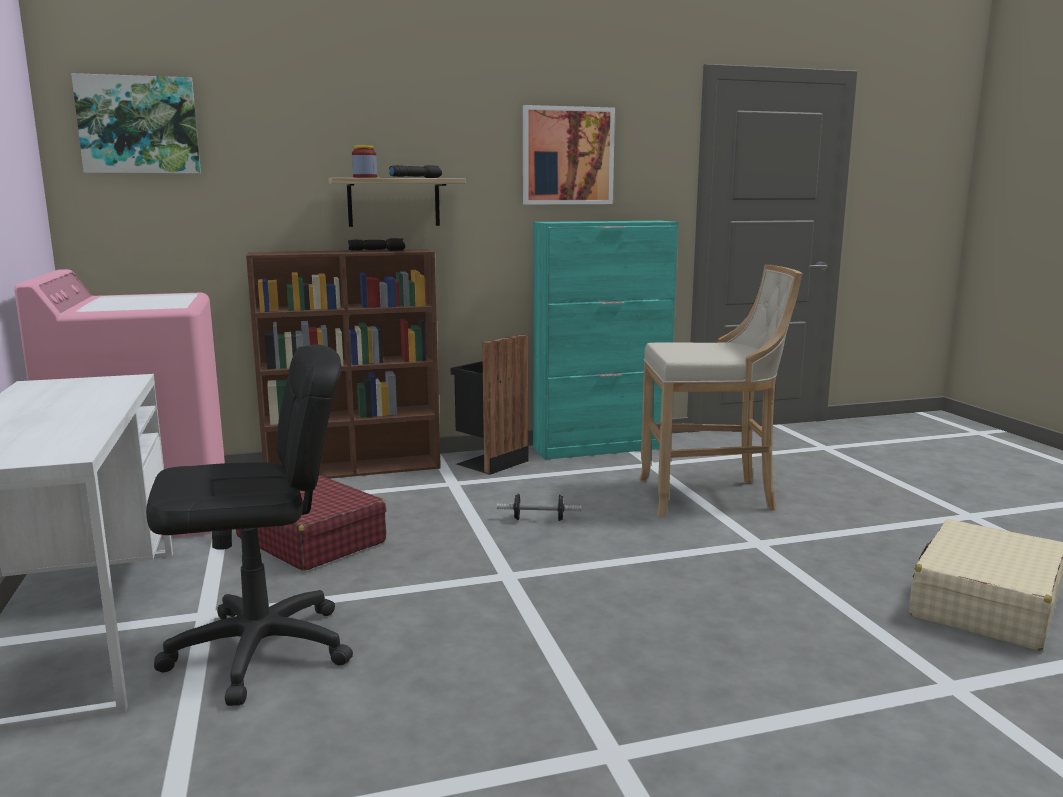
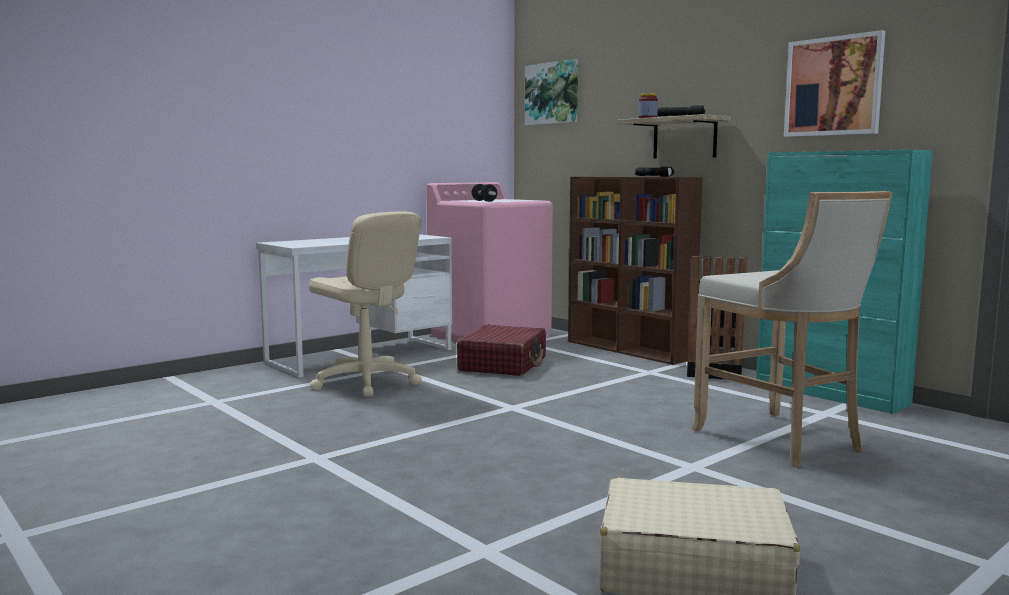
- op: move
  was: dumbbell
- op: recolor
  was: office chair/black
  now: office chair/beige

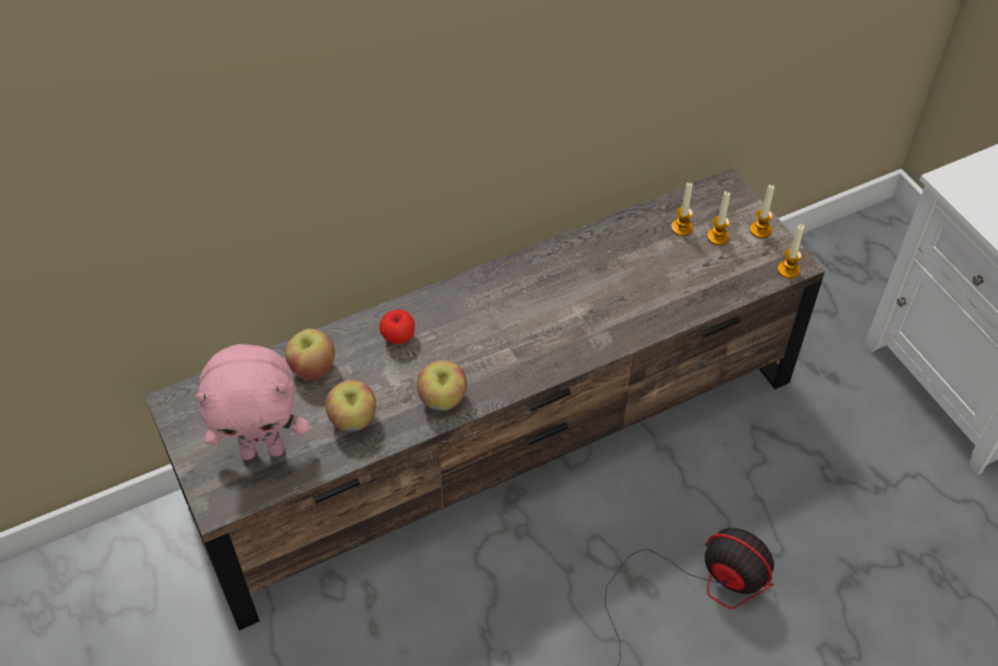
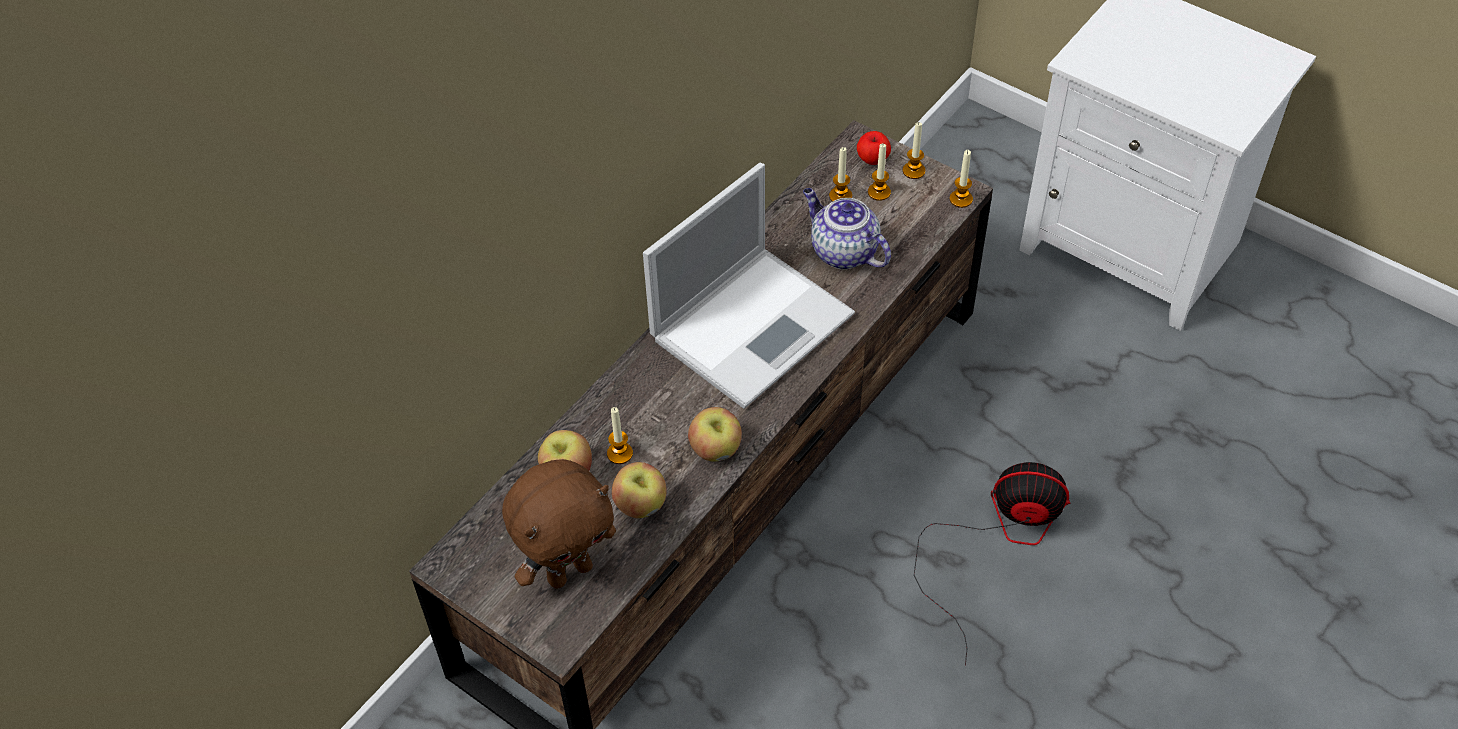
- op: insert
  now: candle (1st from left)
- op: insert
  now: laptop
- op: insert
  now: teapot
- op: move
  was: apple (3rd from left in the first image)
  now: apple (4th from left)
- op: recolor
  was: plush toy/pink
  now: plush toy/brown

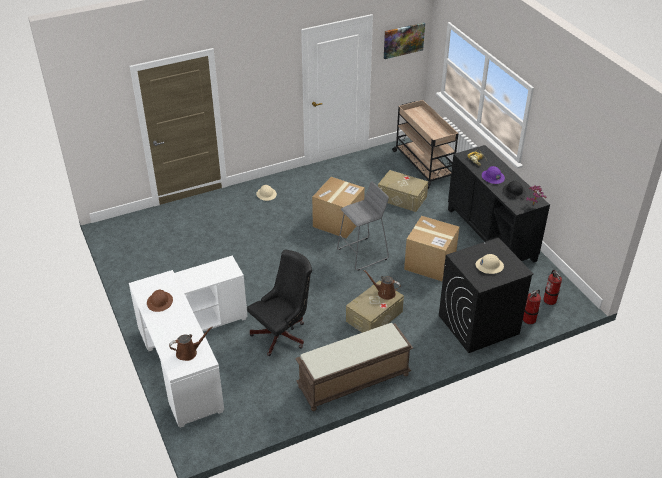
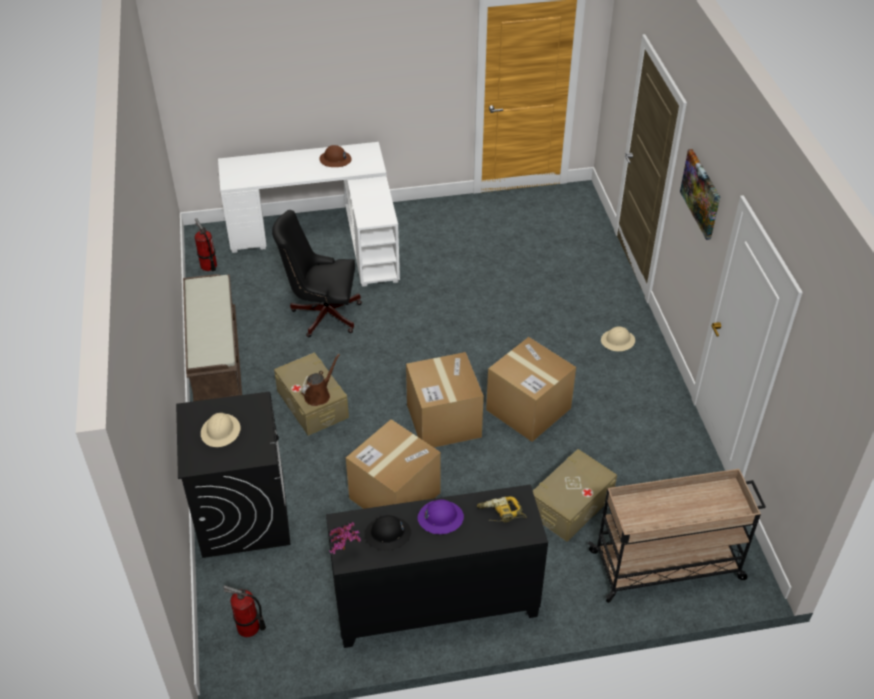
- op: delete
  was: watering can/brown (1st from left)
- op: move
  was: picture
- op: move
  was: fire extinguisher (1st from left)
- op: replace
  was: stool/grey
  now: cardboard box (2nd from left)
- op: rotate
  was: office chair/black
  clockwise: 120

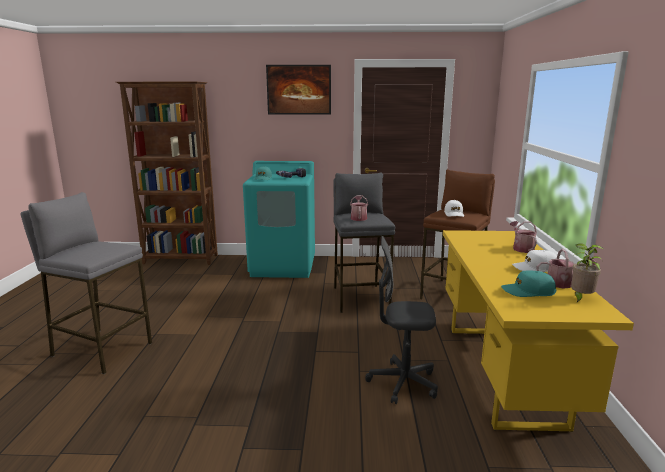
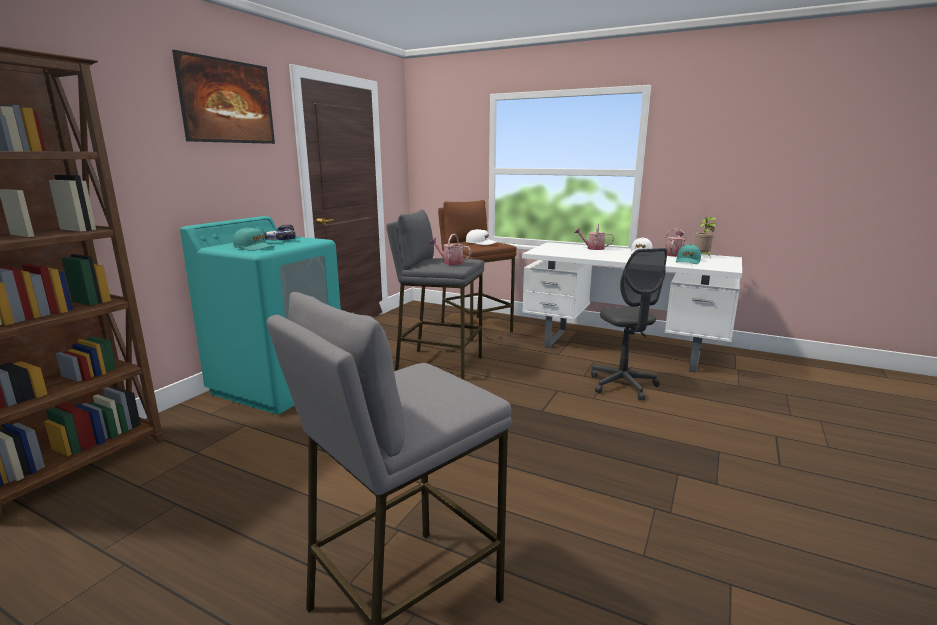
- op: recolor
  was: desk/yellow
  now: desk/white
- op: rotate
  was: office chair/grey
  clockwise: -45

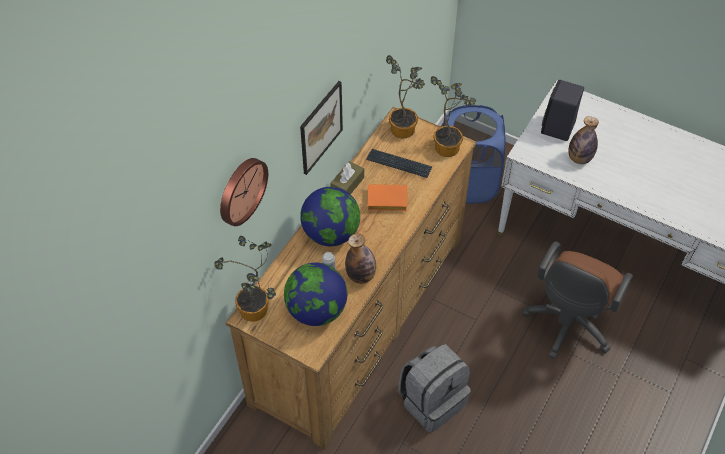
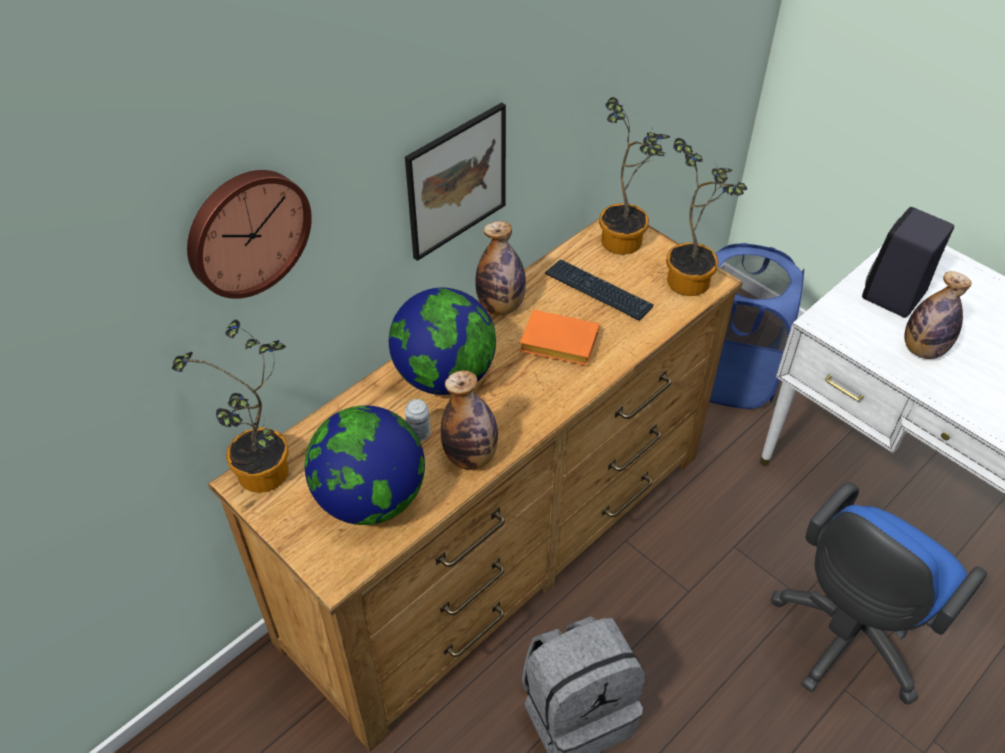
- op: replace
  was: tissue box/brown
  now: bottle (2nd from left)
- op: recolor
  was: office chair/brown
  now: office chair/blue

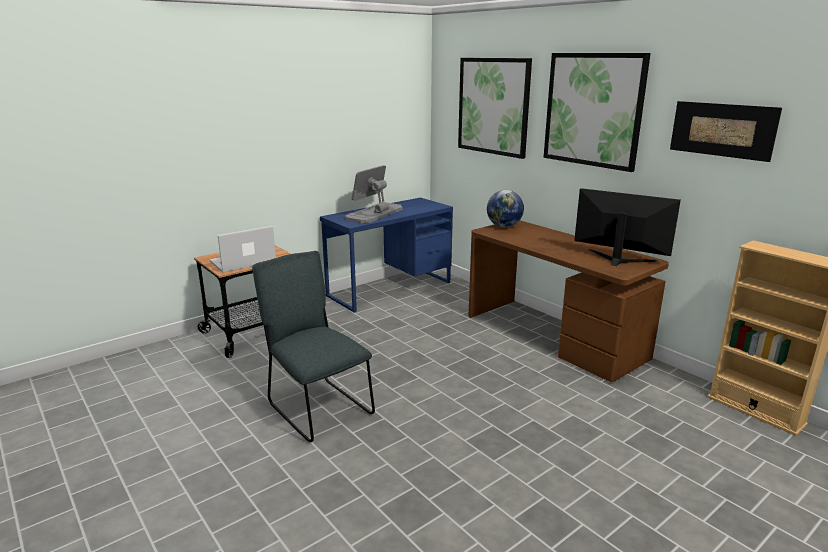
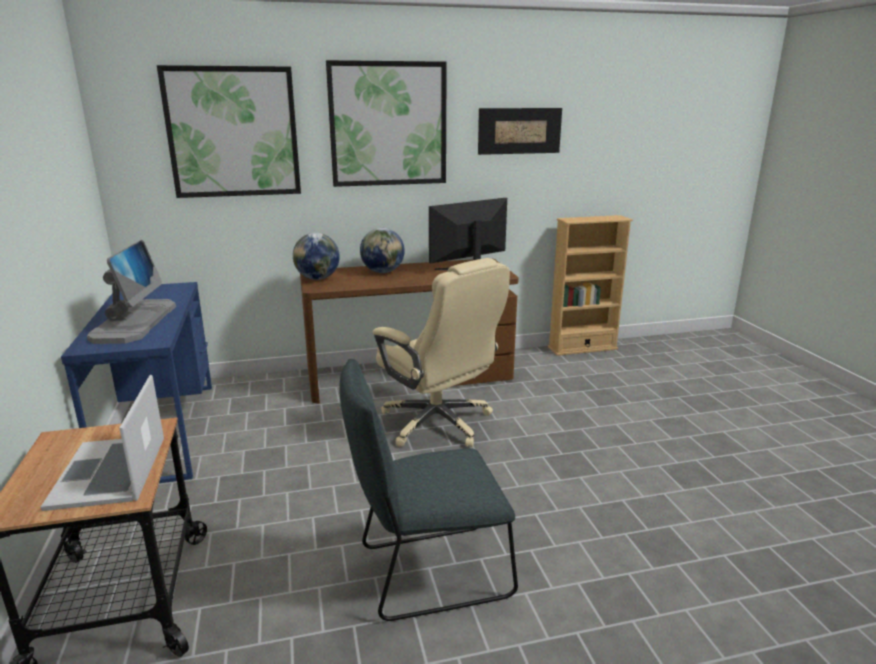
- op: insert
  now: globe (2nd from left)
- op: insert
  now: office chair/beige
- op: rotate
  was: monitor (1st from left)
  clockwise: -150

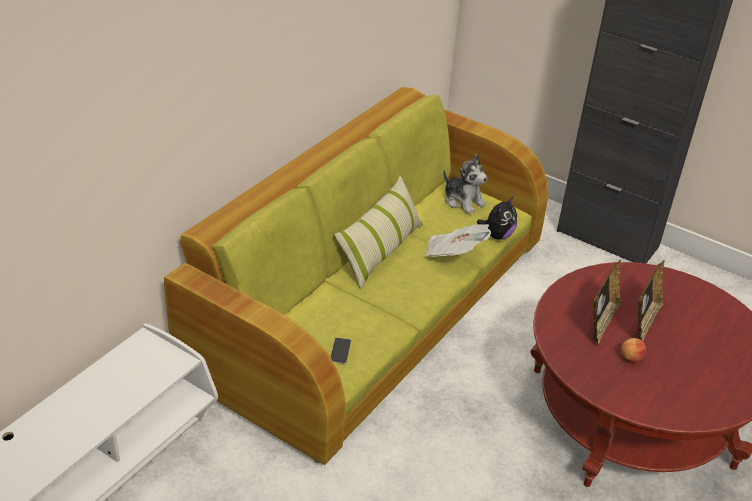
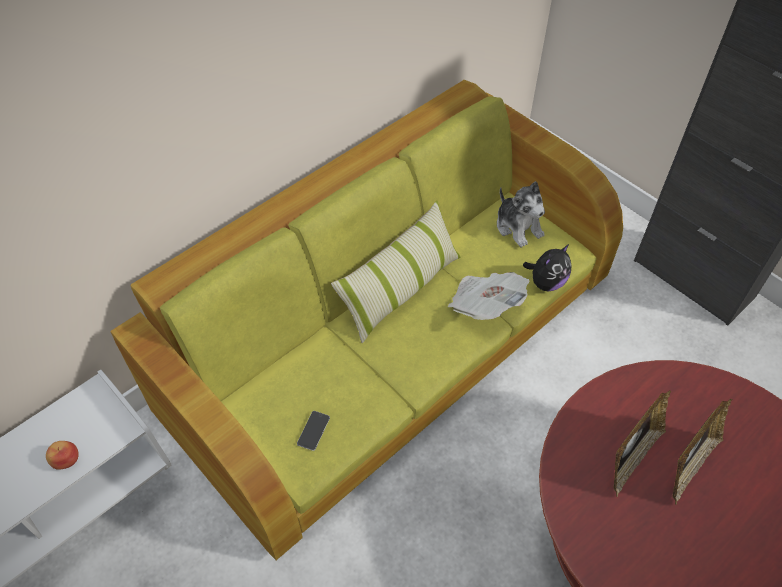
- op: move
  was: apple

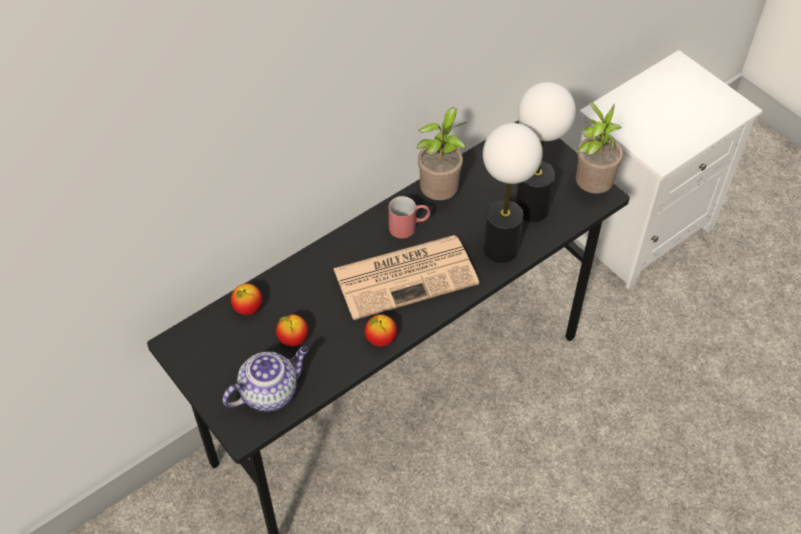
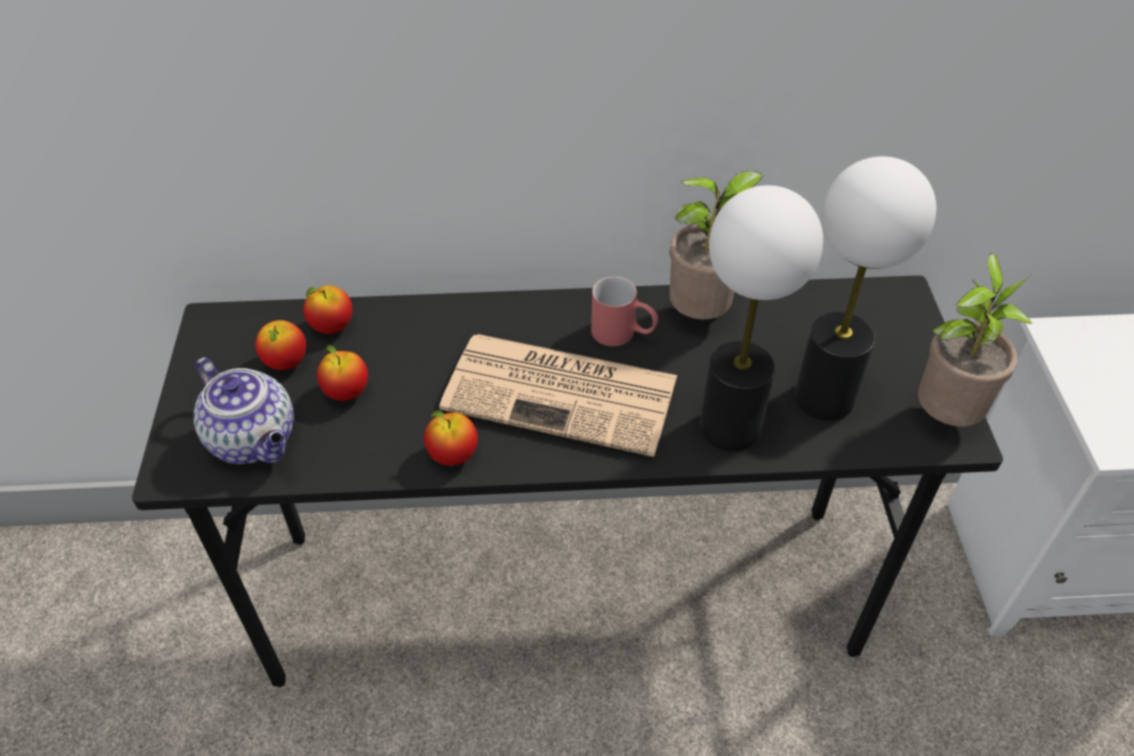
- op: insert
  now: apple (1st from left)
- op: rotate
  was: teapot
  clockwise: 45

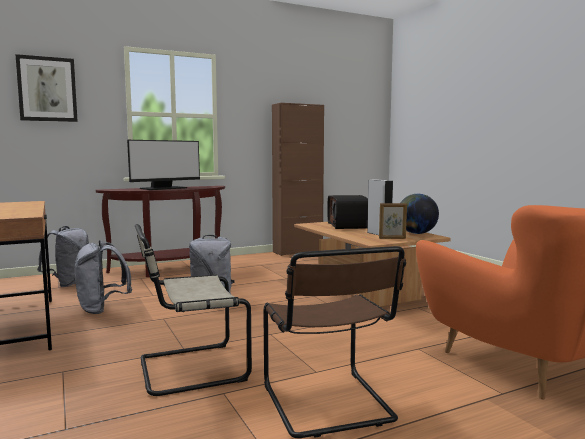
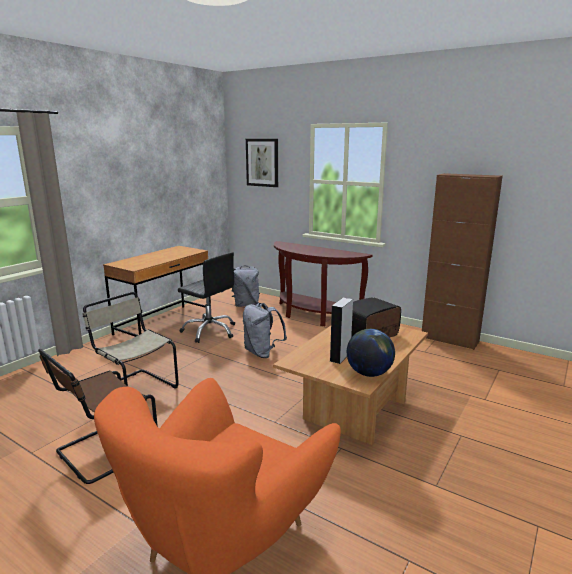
- op: delete
  was: monitor
- op: delete
  was: picture frame
- op: replace
  was: backpack/grey (2nd from left)
  now: office chair/black

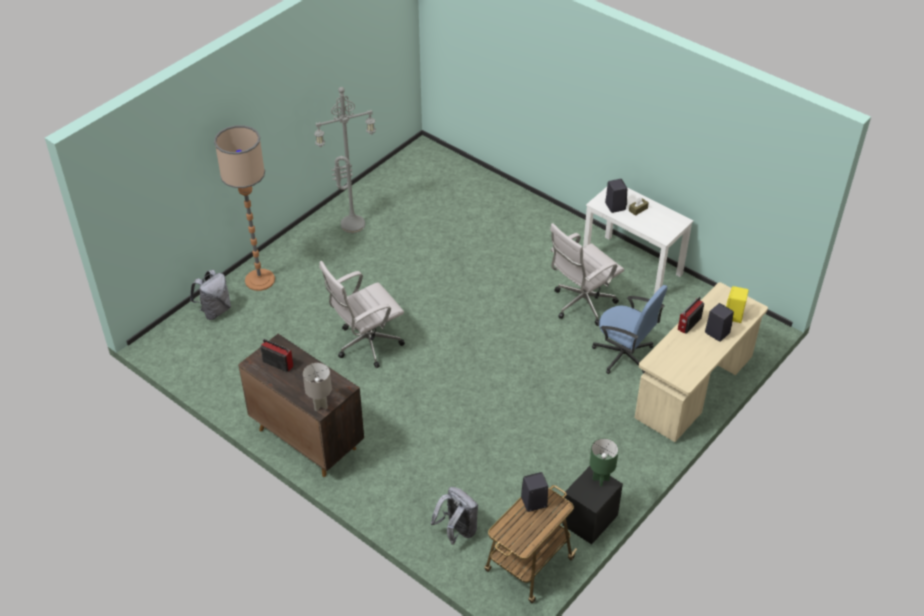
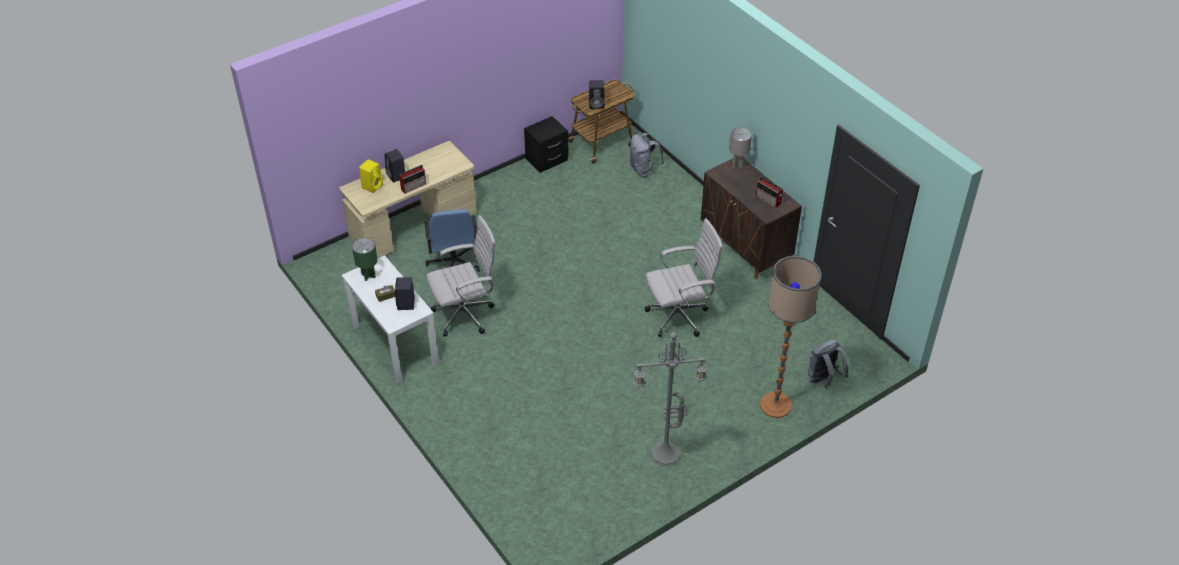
- op: move
  was: table lamp/green
- op: rotate
  was: office chair/blue
  clockwise: -150

